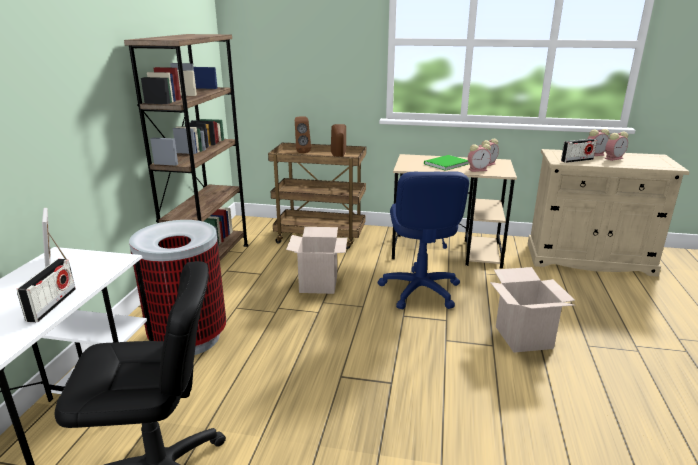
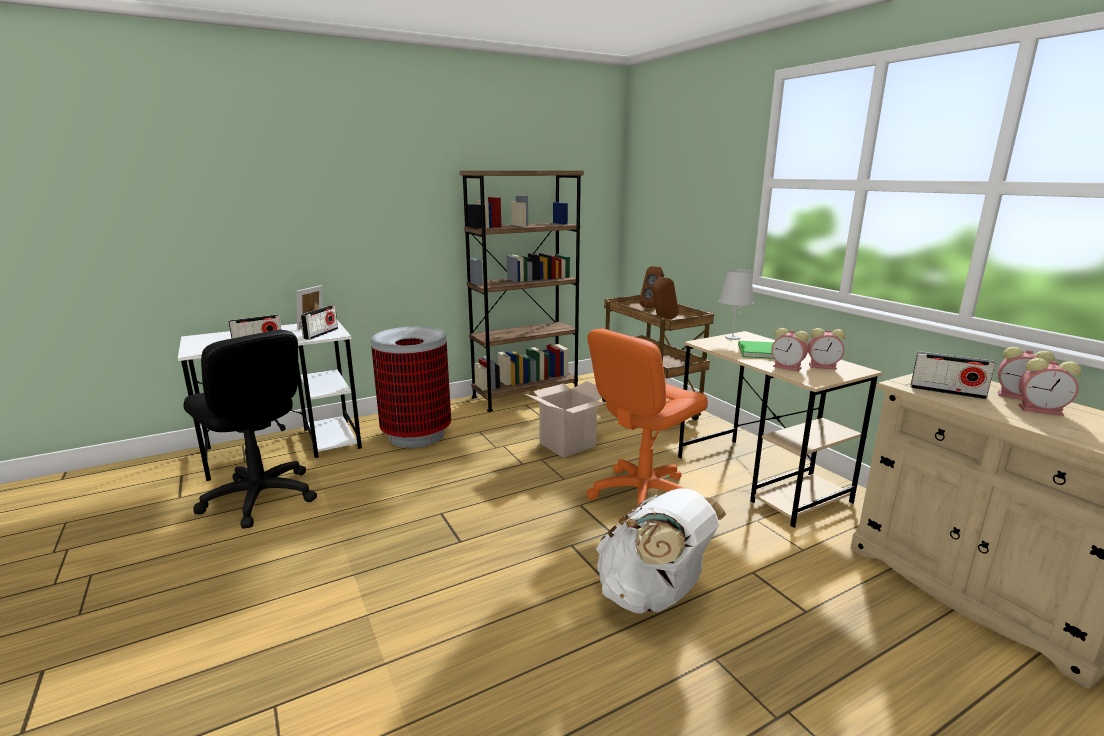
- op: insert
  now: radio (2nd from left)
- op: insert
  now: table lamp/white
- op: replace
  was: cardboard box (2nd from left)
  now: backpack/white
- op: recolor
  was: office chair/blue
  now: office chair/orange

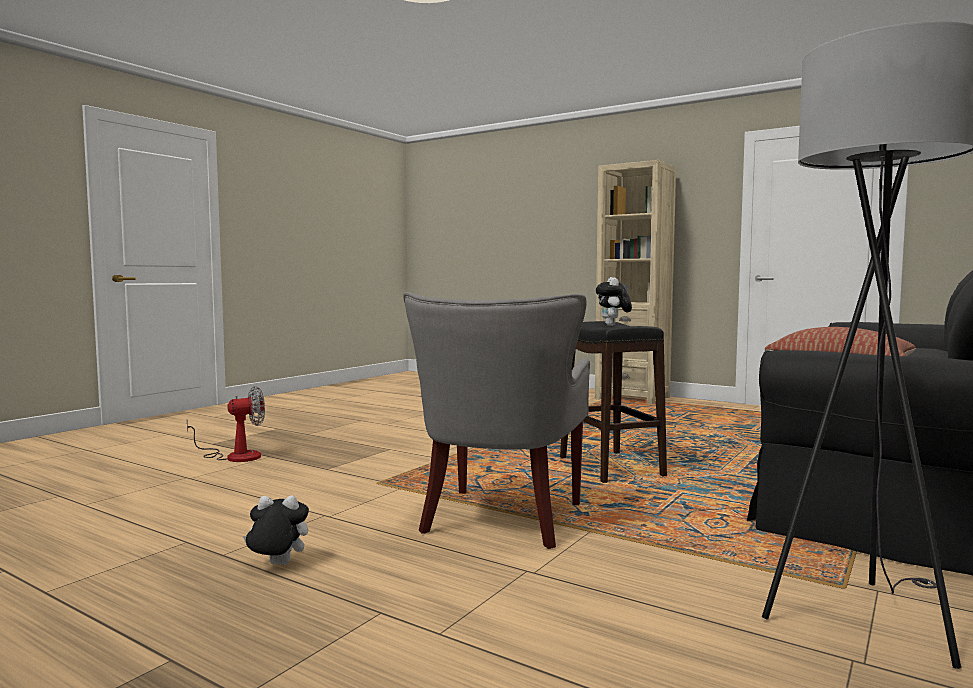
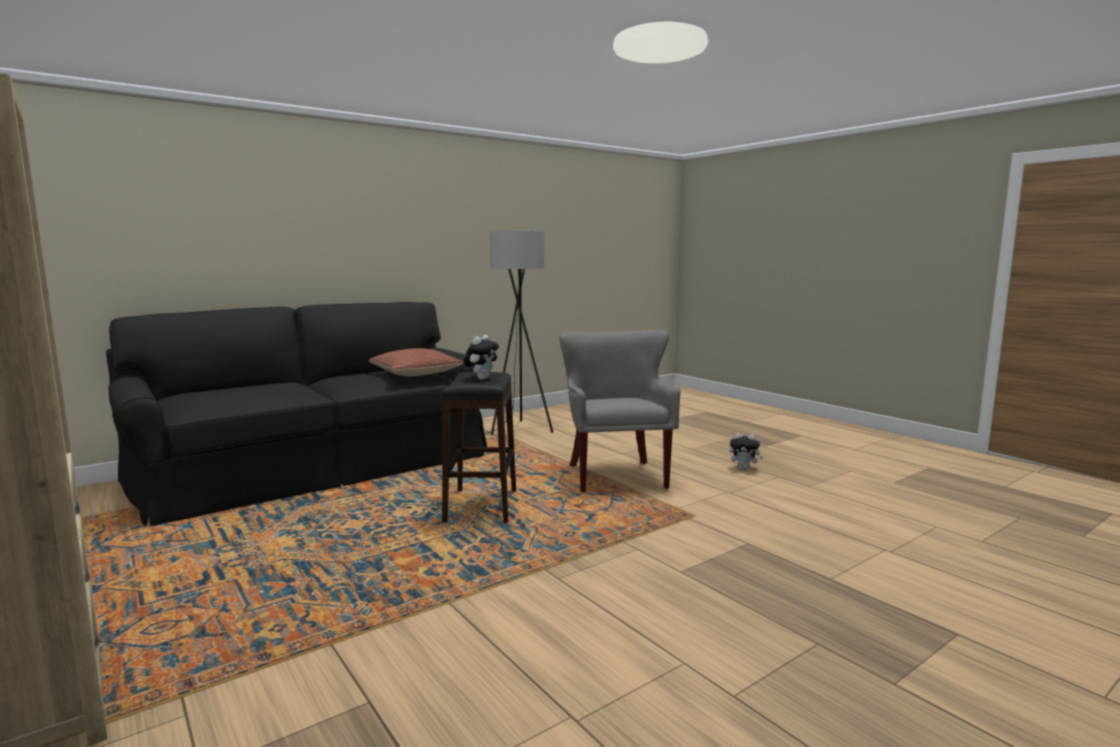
- op: delete
  was: fan
- op: rotate
  was: armchair/grey
  clockwise: -45

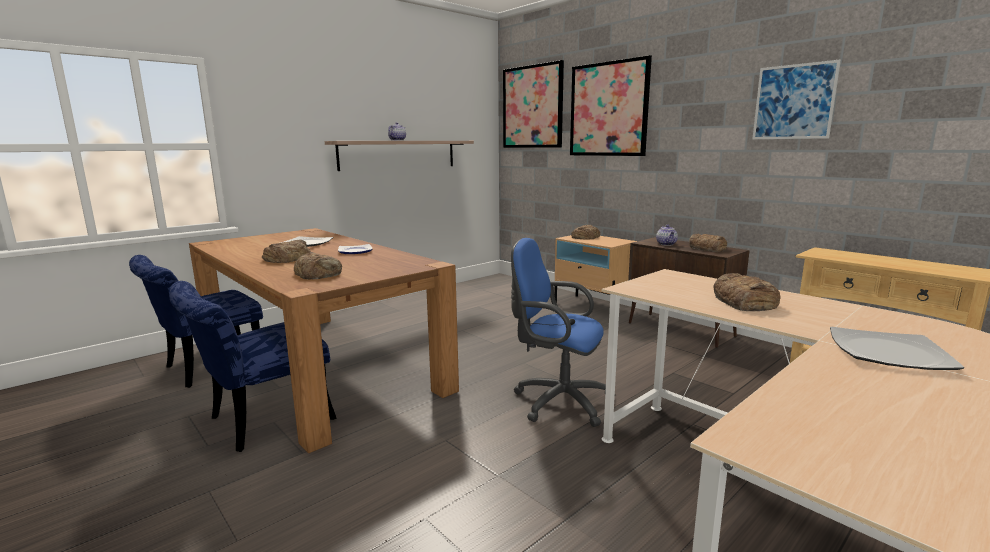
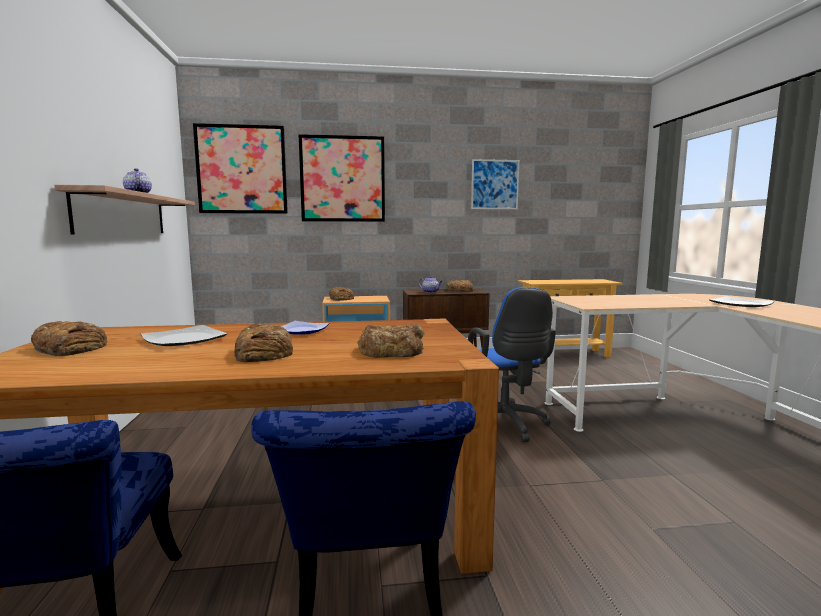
- op: move
  was: bread (5th from left in the first image)
  now: bread (1st from left)
- op: rotate
  was: office chair/blue
  clockwise: -75

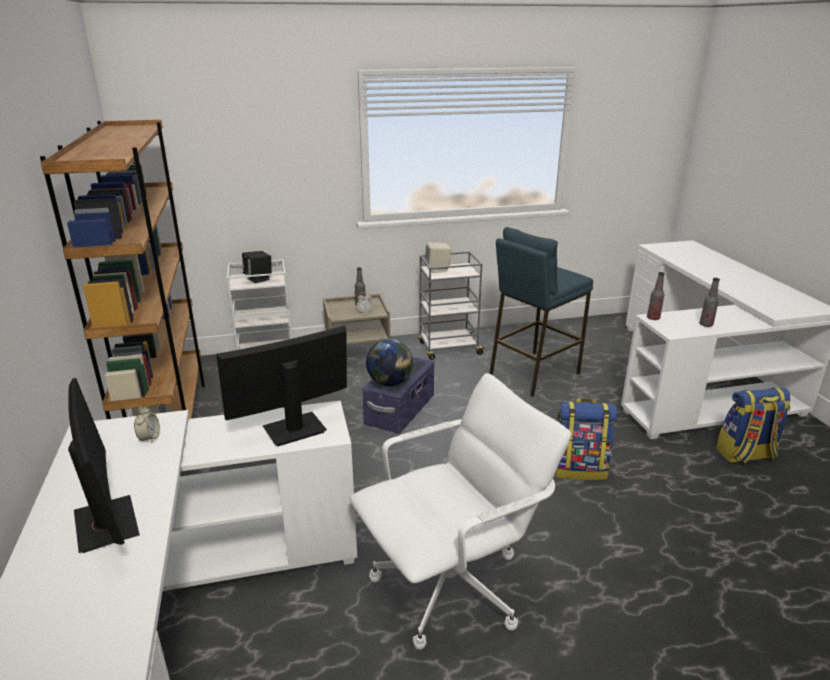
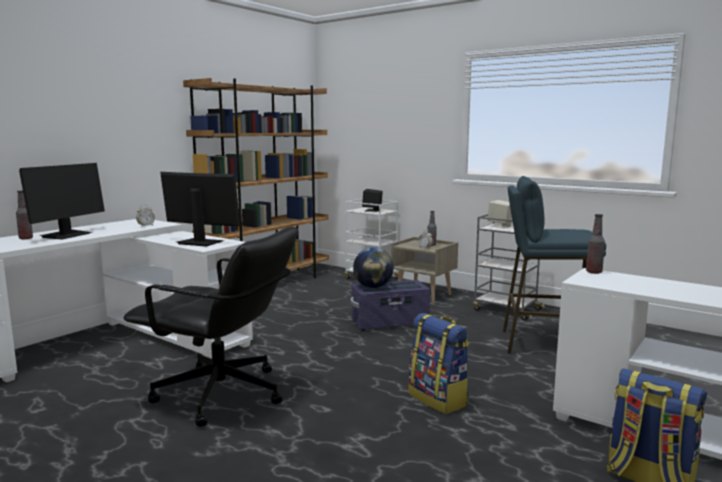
- op: move
  was: bottle (3rd from left in the first image)
  now: bottle (1st from left)
- op: recolor
  was: office chair/white
  now: office chair/black

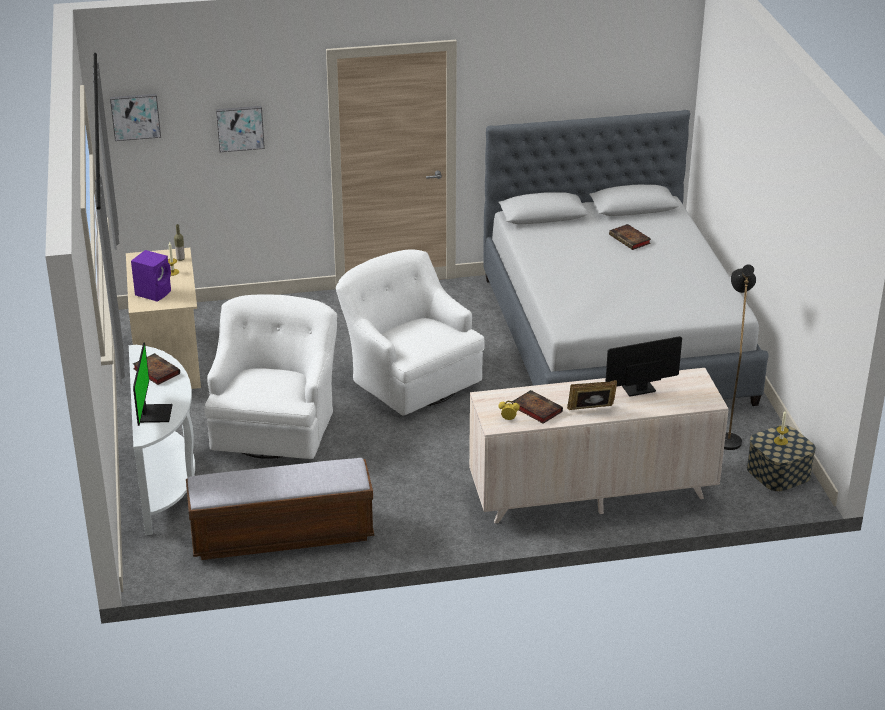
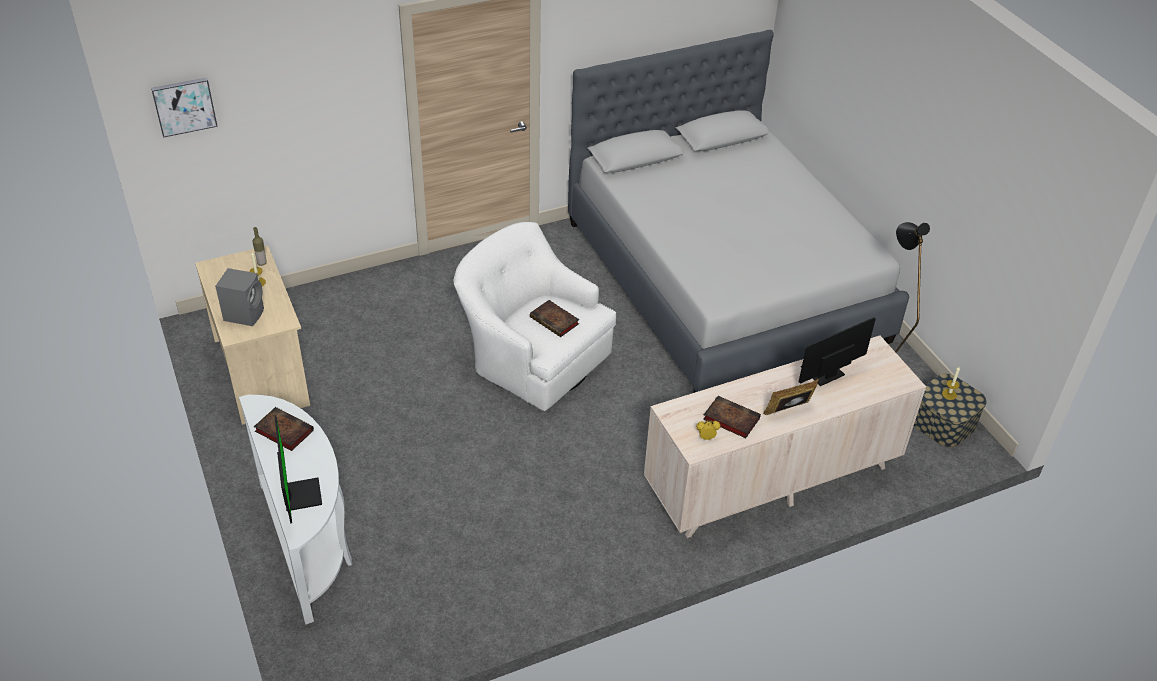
- op: delete
  was: bench
- op: delete
  was: armchair/white (1st from left)
- op: delete
  was: picture (2nd from left)
- op: move
  was: book (3rd from left in the first image)
  now: book (2nd from left)
- op: recolor
  was: speaker/purple
  now: speaker/grey

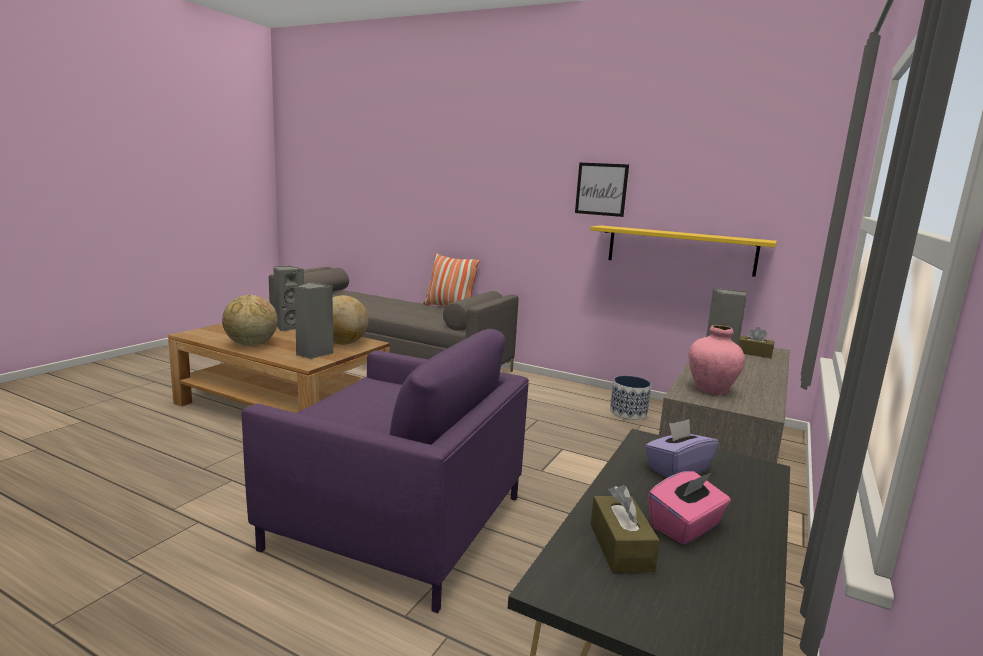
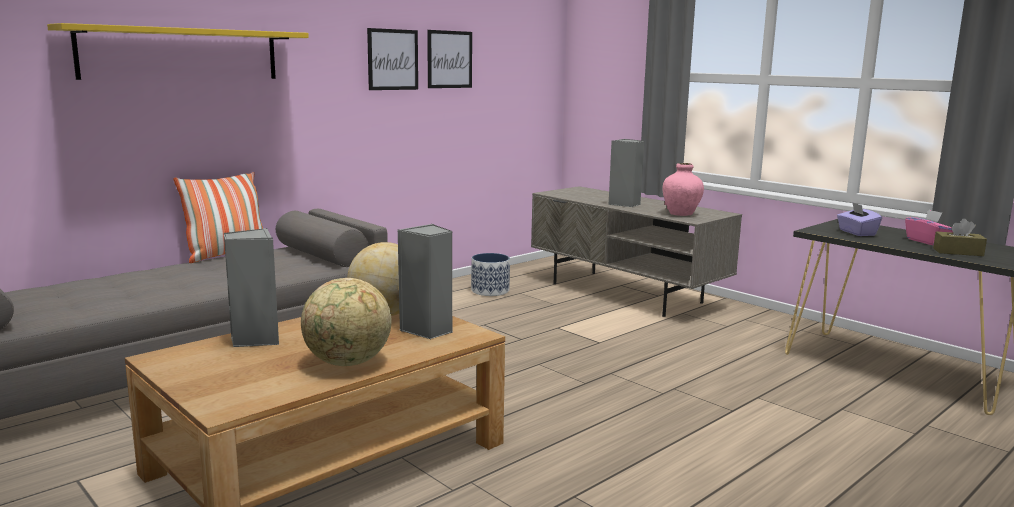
- op: delete
  was: armchair/purple
- op: delete
  was: tissue box/brown (2nd from left)
- op: insert
  now: picture (2nd from left)
- op: move
  was: shelf/yellow

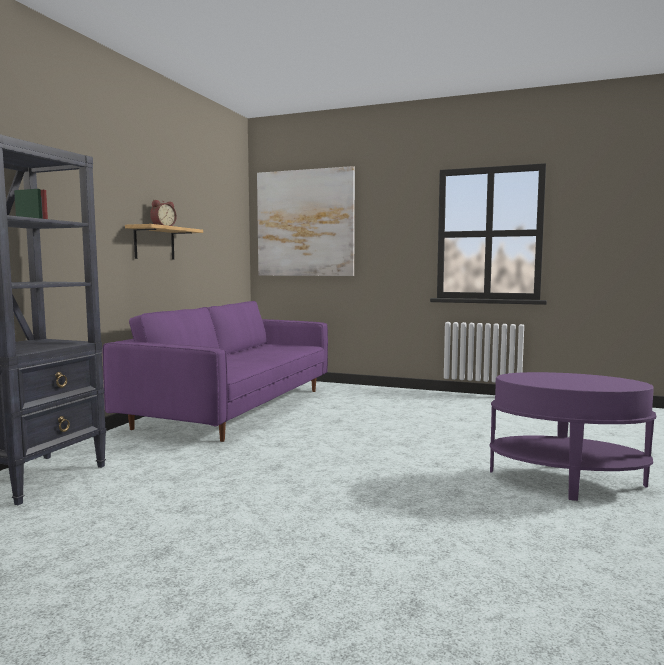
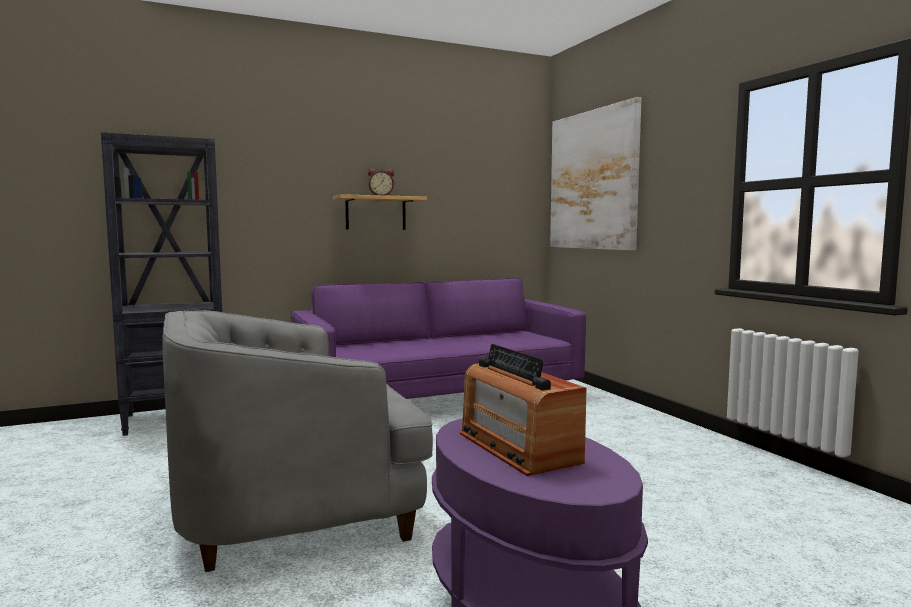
- op: insert
  now: armchair/grey
- op: insert
  now: radio

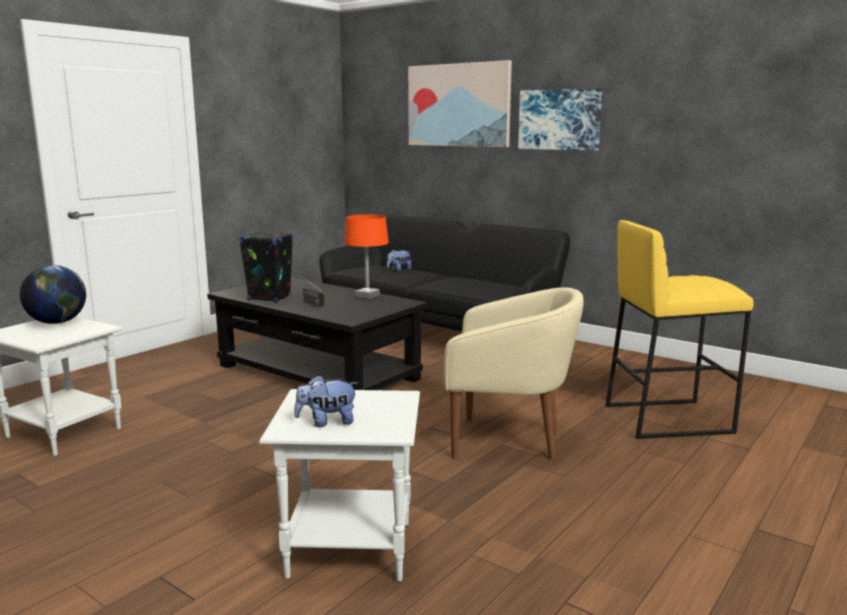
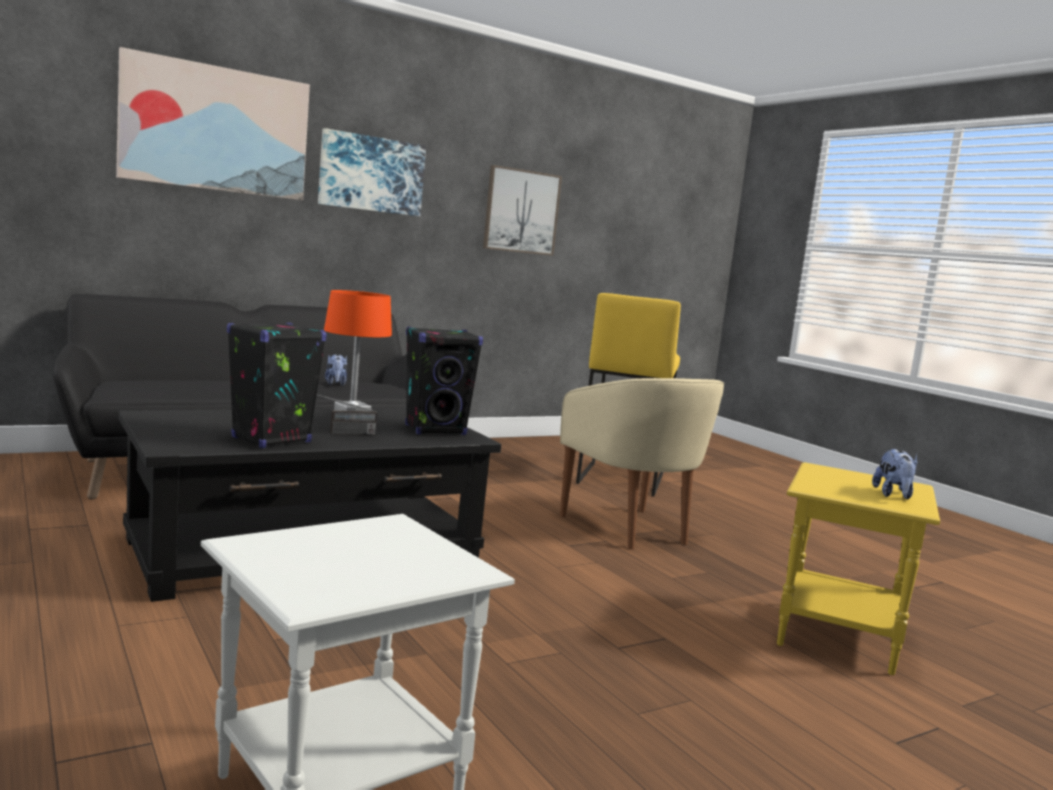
- op: delete
  was: globe
- op: insert
  now: speaker/black (2nd from left)
- op: insert
  now: picture (3rd from left)
- op: move
  was: plush toy (2nd from left in the first image)
  now: plush toy (1st from left)
- op: recolor
  was: side table/white (2nd from left)
  now: side table/yellow
- op: rotate
  was: armchair/beige
  clockwise: 120

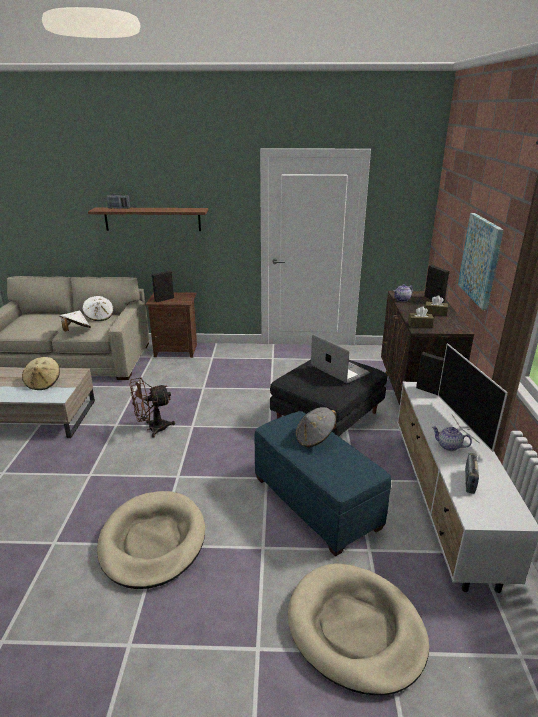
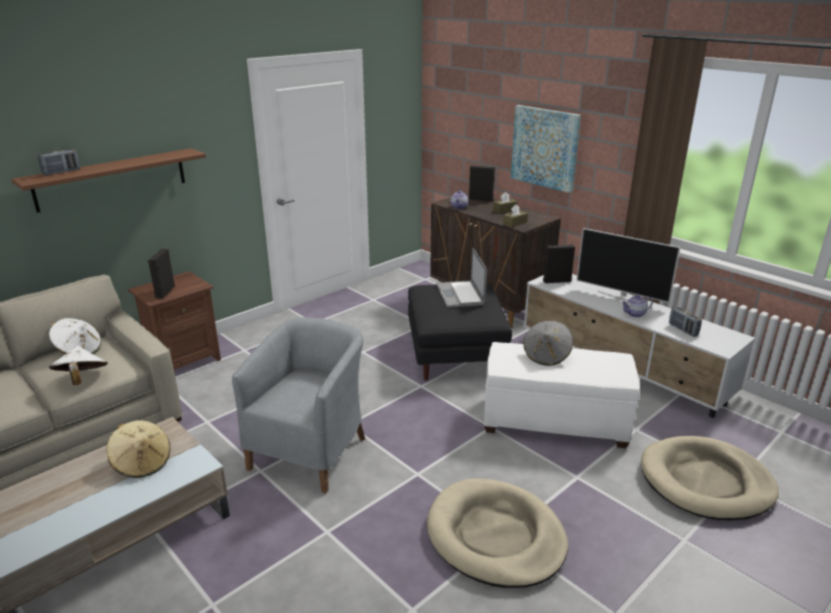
- op: replace
  was: fan/brown
  now: armchair/grey
- op: recolor
  was: ottoman/blue
  now: ottoman/white
- op: rotate
  was: laptop
  clockwise: -105

